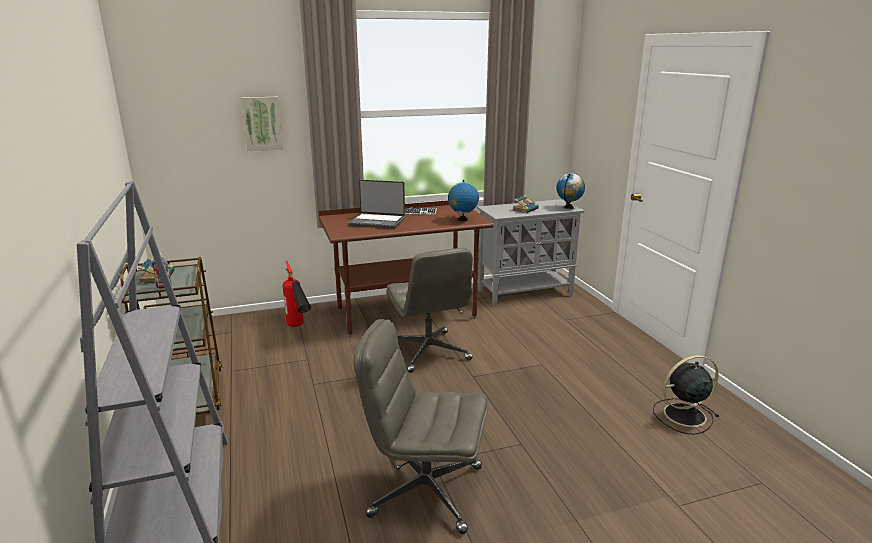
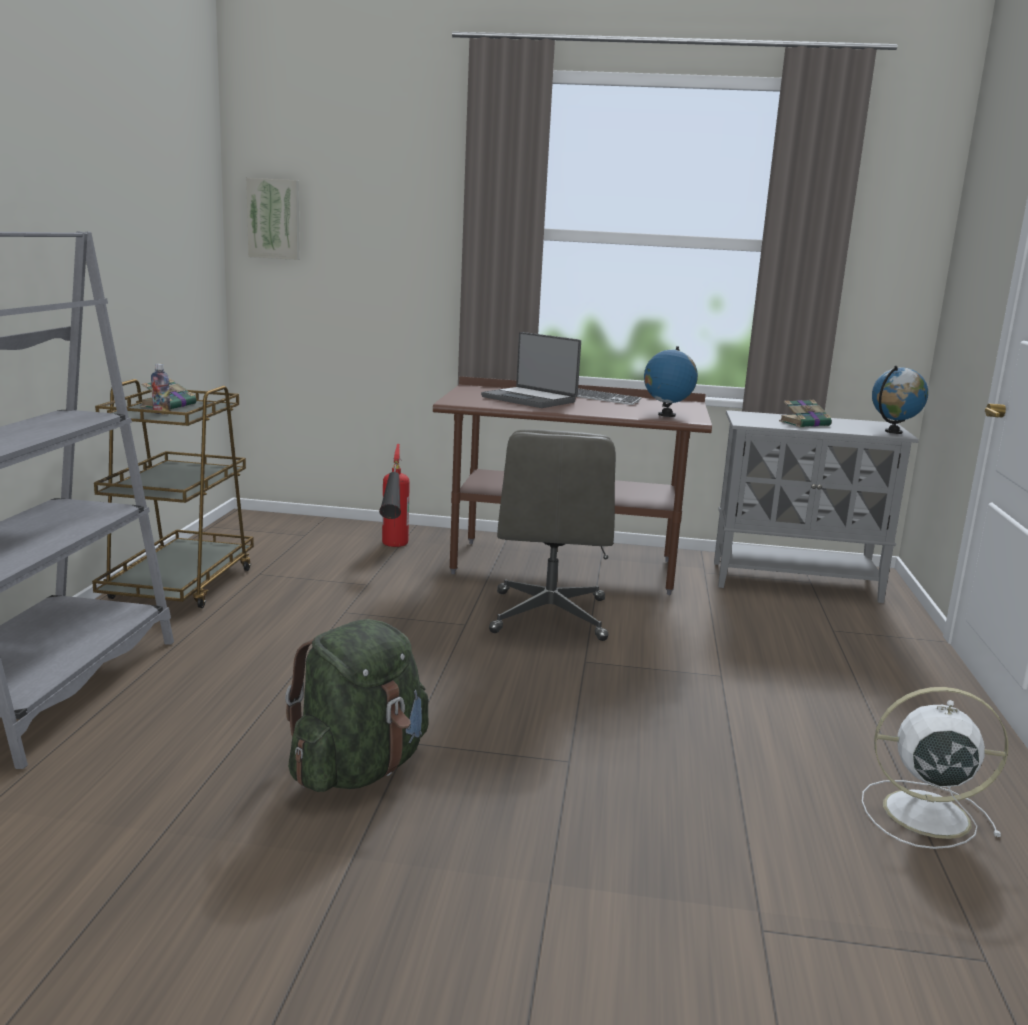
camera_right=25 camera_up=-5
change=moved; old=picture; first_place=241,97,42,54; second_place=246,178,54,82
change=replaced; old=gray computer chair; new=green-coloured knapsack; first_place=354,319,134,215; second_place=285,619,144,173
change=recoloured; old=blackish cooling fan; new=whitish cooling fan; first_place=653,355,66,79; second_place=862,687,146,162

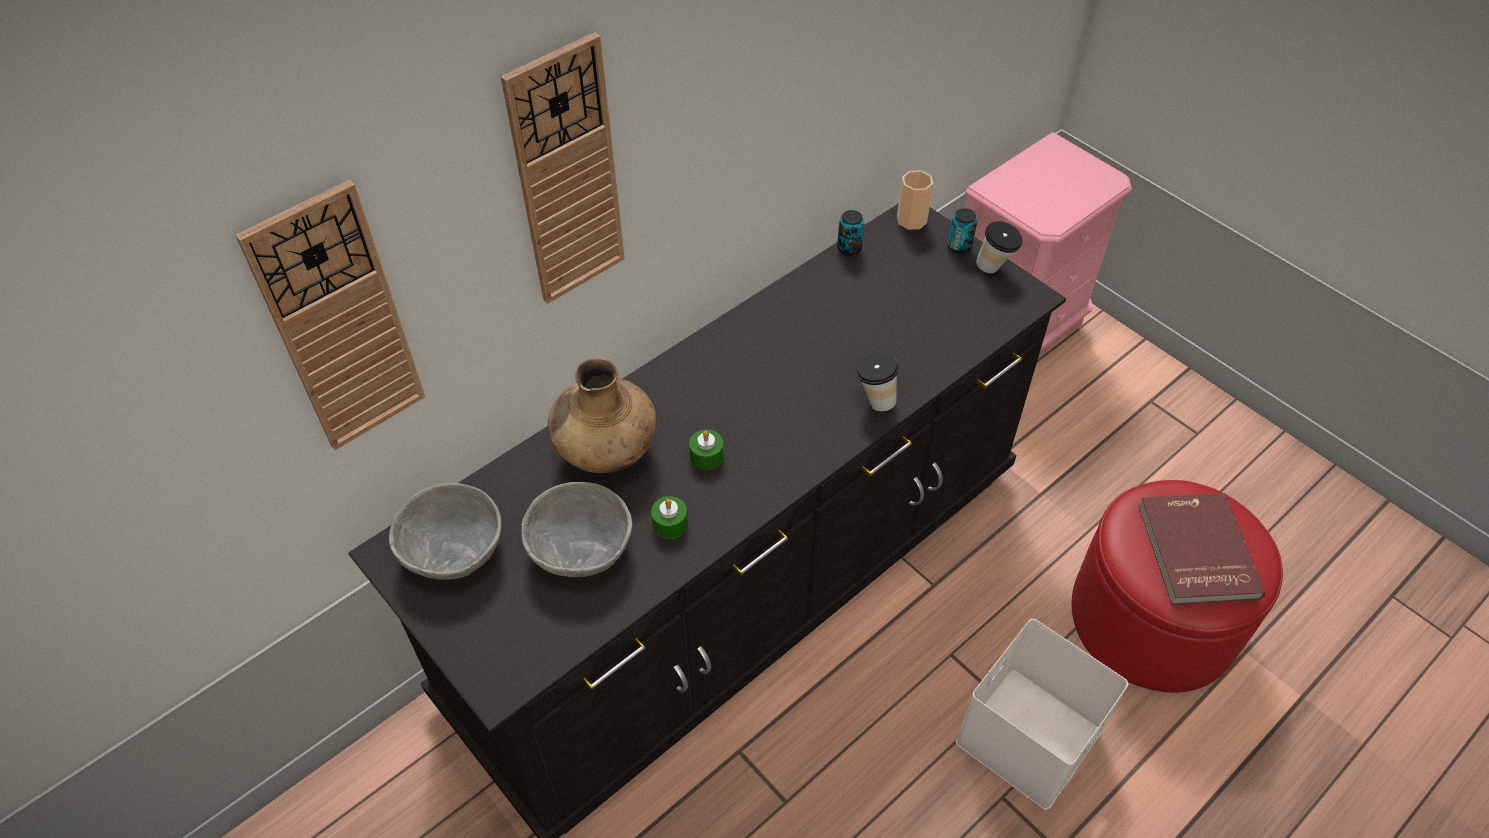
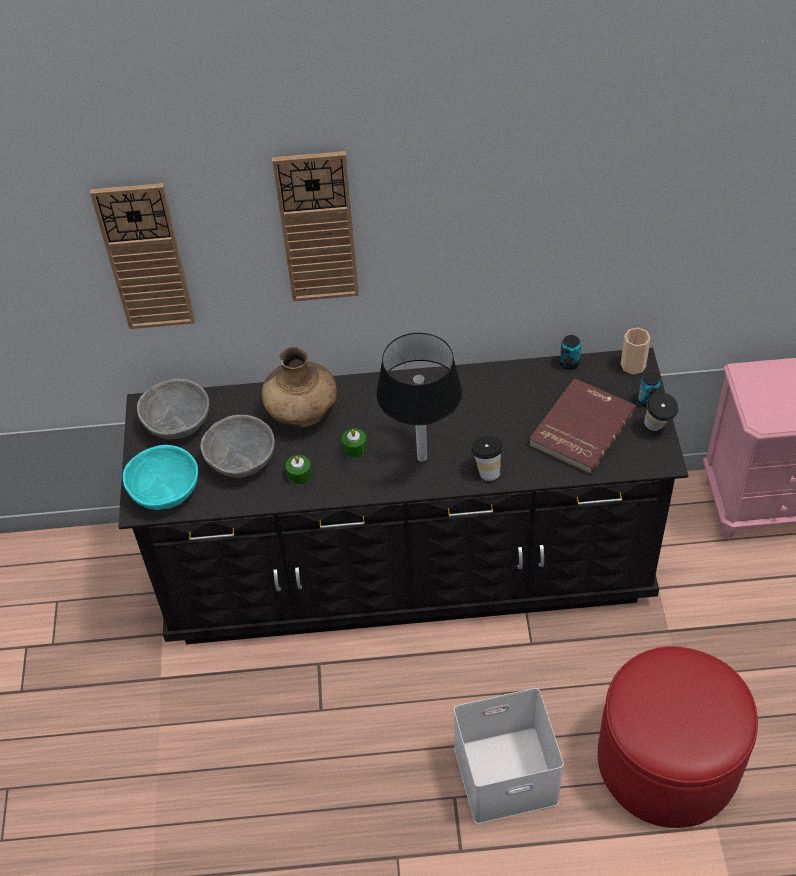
camera_right=40 camera_up=0
change=moved; old=reddish volume; first_place=1138,493,127,112; second_place=529,378,107,96
change=added; new=blackish tabletop lamp; second_place=376,332,86,130
change=added; new=turquoise serving bowl; second_place=123,445,75,65

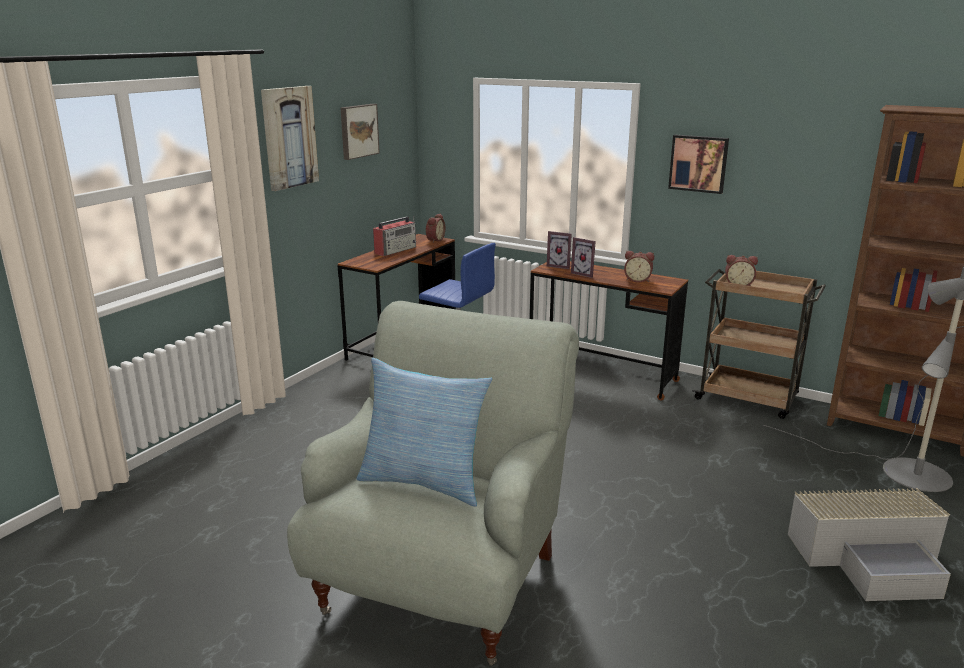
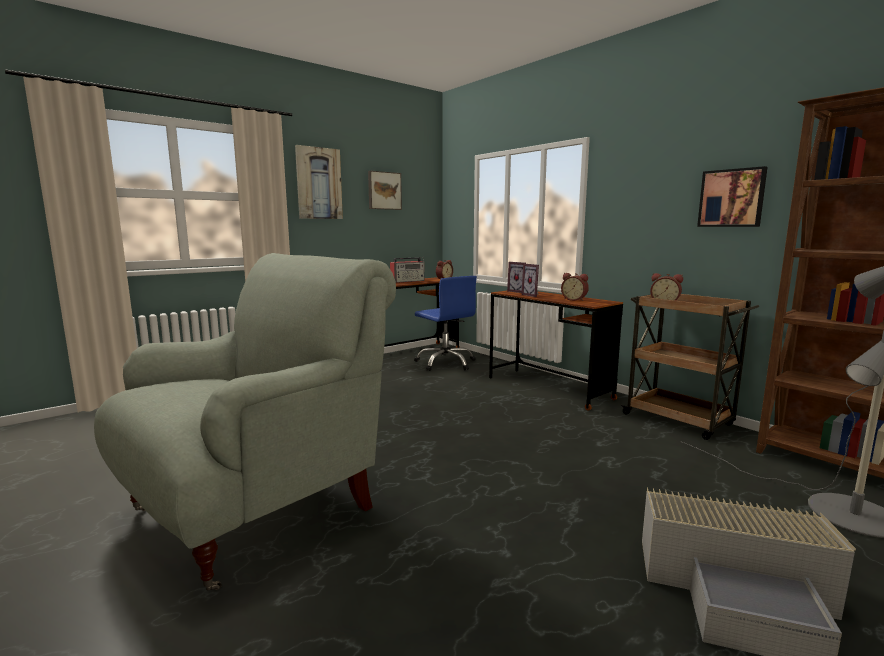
camera_right=20 camera_up=-10
change=moved; old=picture; first_place=668,135,61,59; second_place=697,166,71,61
change=removed; old=cushion; first_place=356,358,136,149

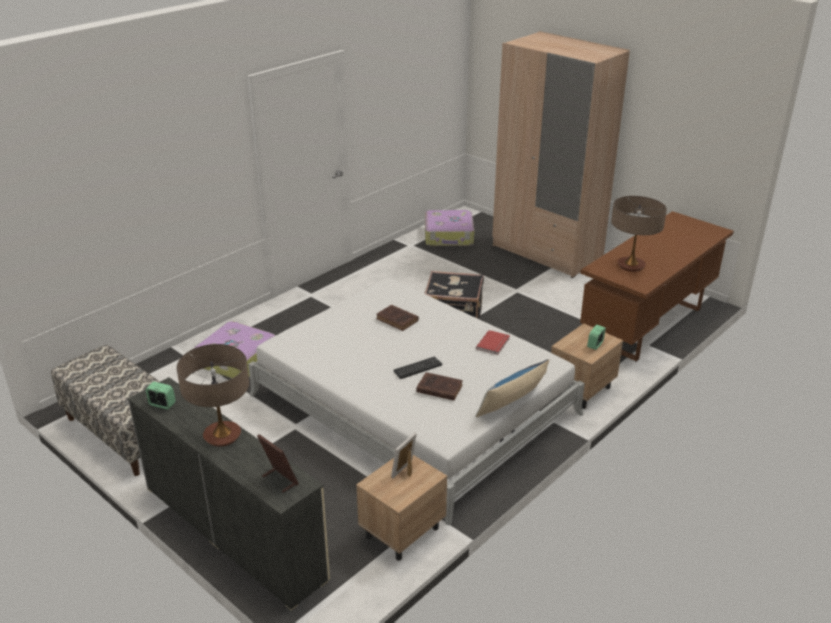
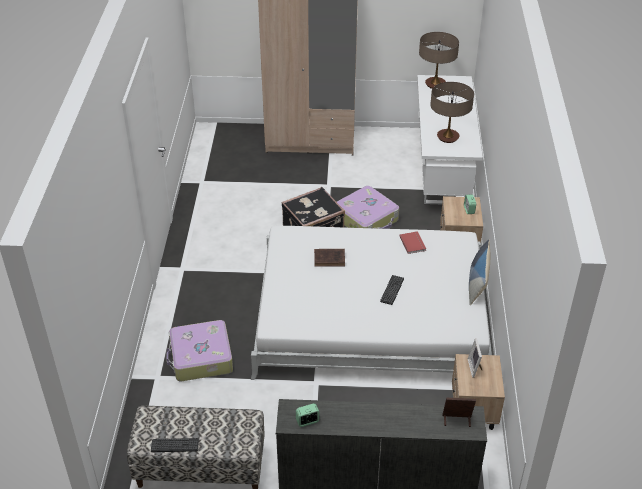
camera_right=-40 camera_up=10
change=moved; old=suitcase; first_place=425,210,49,36; second_place=337,186,62,43
change=recoloured; old=brown desk; new=whitish desk; first_place=580,211,154,150; second_place=417,75,66,129
change=moved; old=tabletop lamp; first_place=177,344,72,103; second_place=419,32,40,57
change=removed; old=brown volume; first_place=416,372,47,28
change=added; new=keyboard; second_place=151,438,48,14

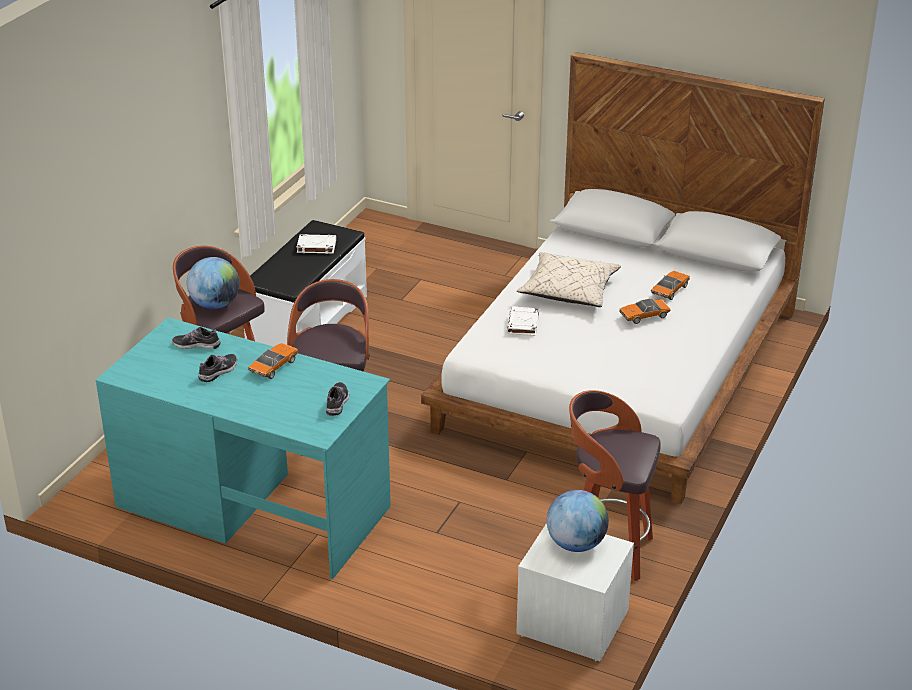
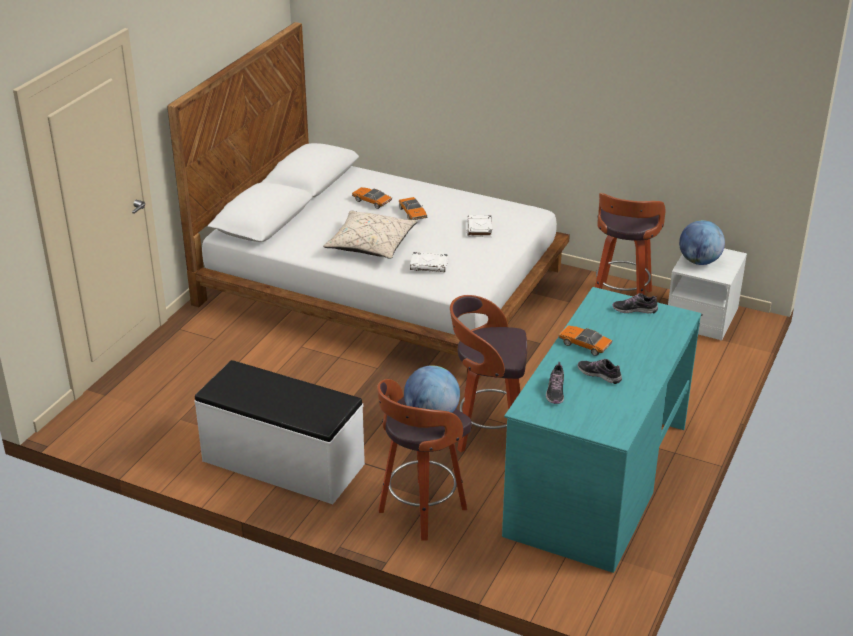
camera_right=-90 camera_up=0
change=moved; old=whitish volume; first_place=297,234,39,20; second_place=467,215,25,22

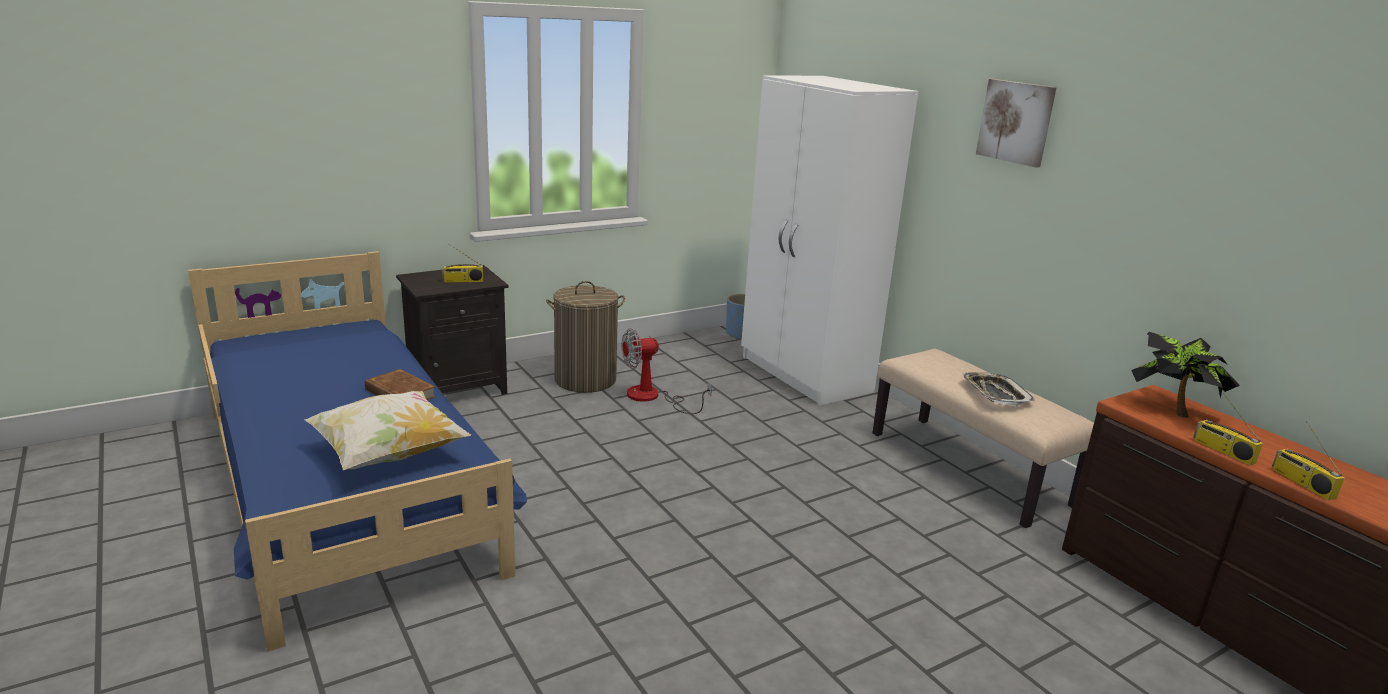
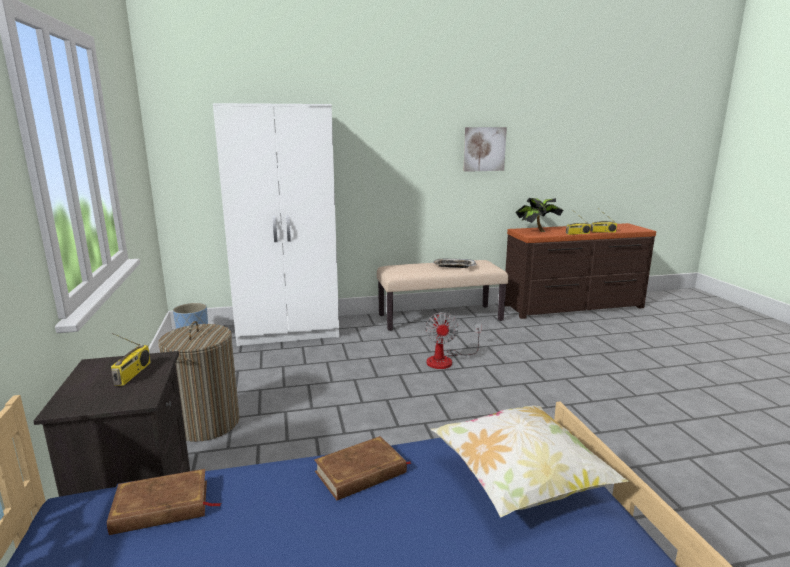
camera_right=-70 camera_up=-5
change=moved; old=picture; first_place=976,79,81,88; second_place=463,127,44,45
change=moved; old=cooling fan; first_place=622,328,90,86; second_place=425,312,57,57
change=added; new=brown volume; second_place=107,469,114,66

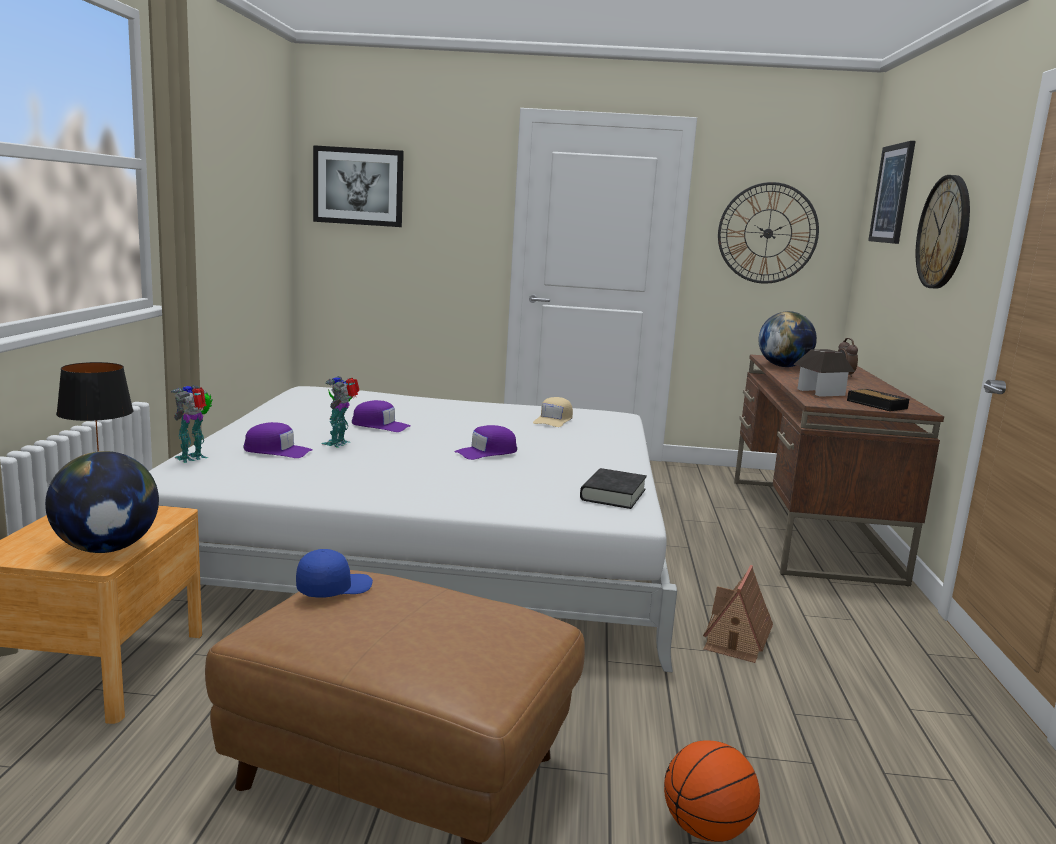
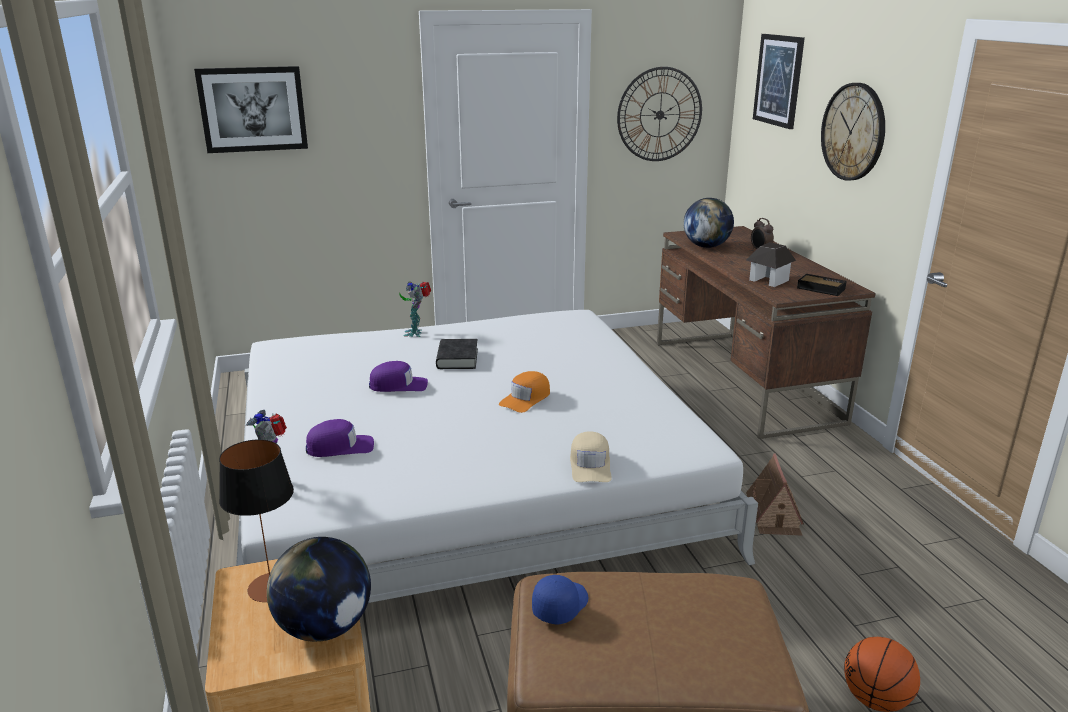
camera_right=-20 camera_up=10
change=moved; old=toy robot; first_place=322,376,38,72; second_place=399,281,32,56
change=moved; old=beige baseball cap; first_place=533,397,40,30; second_place=570,431,42,51
change=recoloured; old=purple-coloured baseball cap; new=orange-coloured baseball cap; first_place=455,425,62,35; second_place=499,371,51,42
change=moved; old=blackish volume; first_place=580,468,67,41; second_place=436,339,42,30

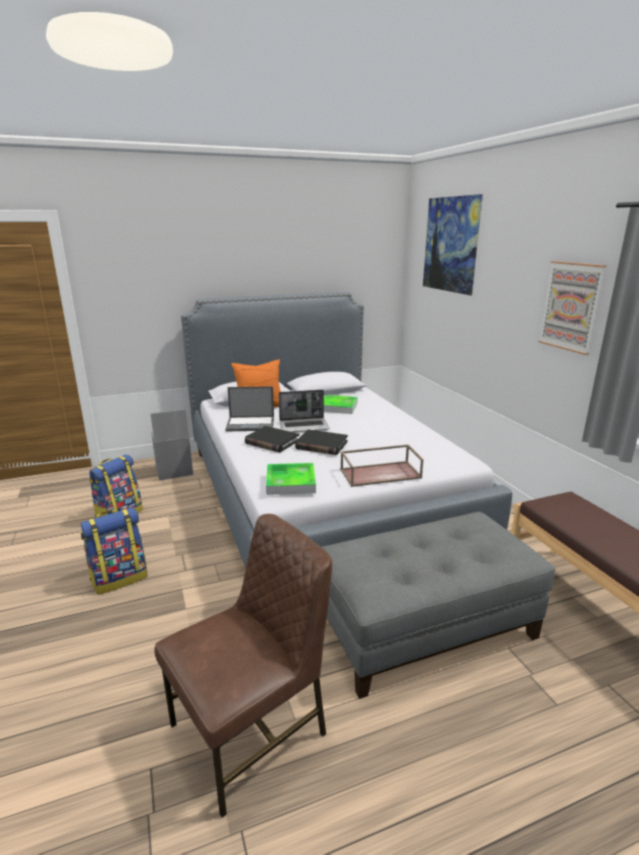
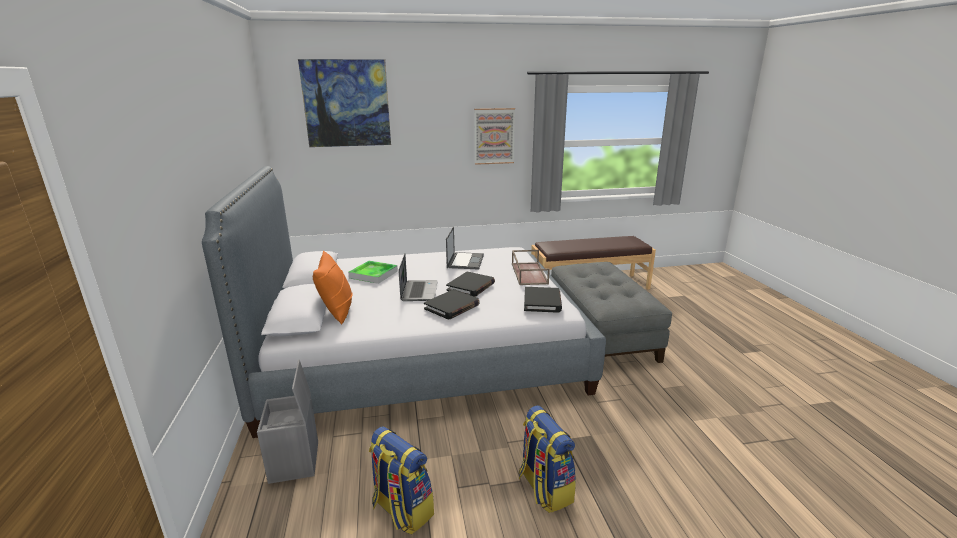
camera_right=-80 camera_up=0
change=moved; old=portable computer; first_place=225,386,49,45; second_place=446,227,38,42
change=replaced; old=serving tray; new=blackish volume; first_place=266,463,50,32; second_place=524,287,38,26
change=removed; old=brown upright chair; first_place=155,514,177,304

